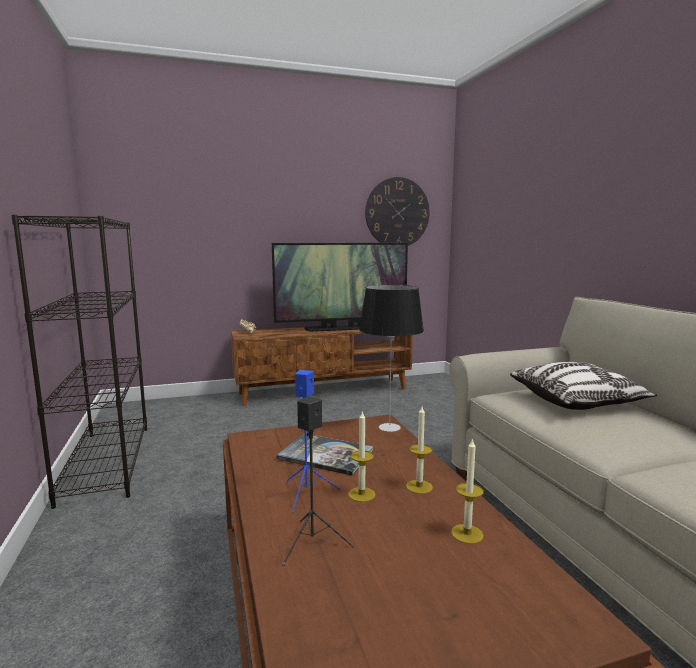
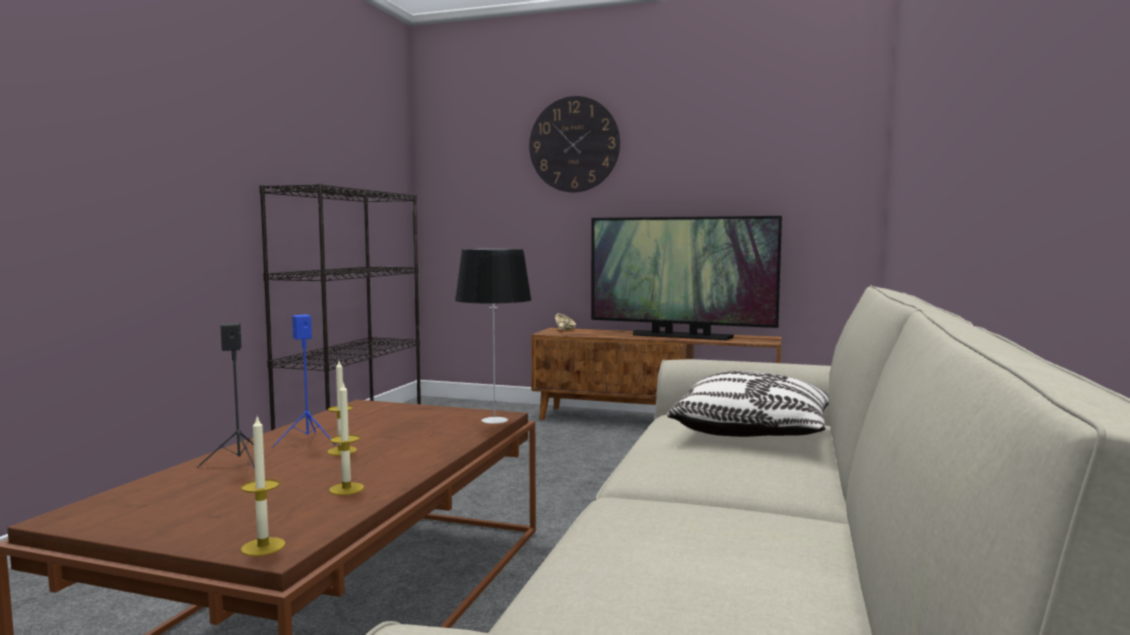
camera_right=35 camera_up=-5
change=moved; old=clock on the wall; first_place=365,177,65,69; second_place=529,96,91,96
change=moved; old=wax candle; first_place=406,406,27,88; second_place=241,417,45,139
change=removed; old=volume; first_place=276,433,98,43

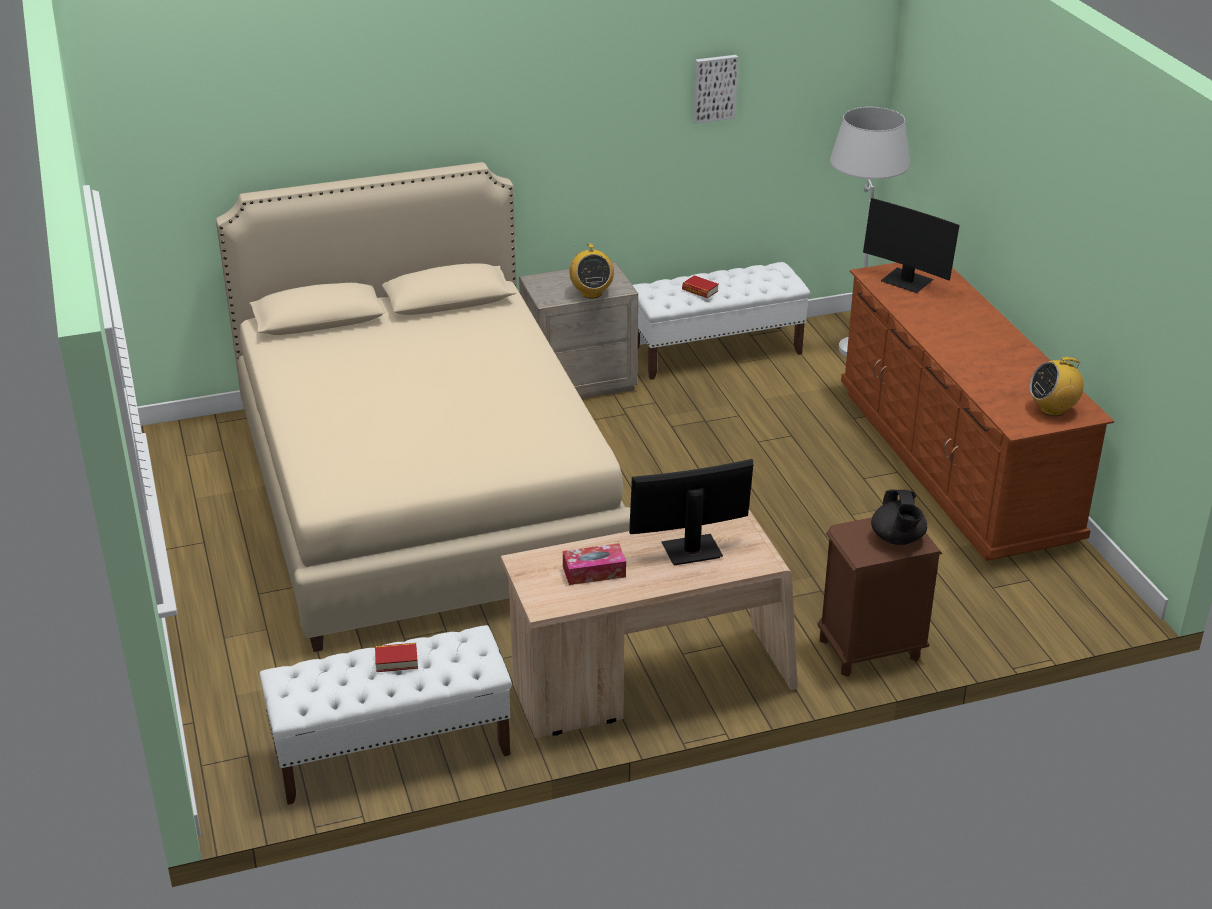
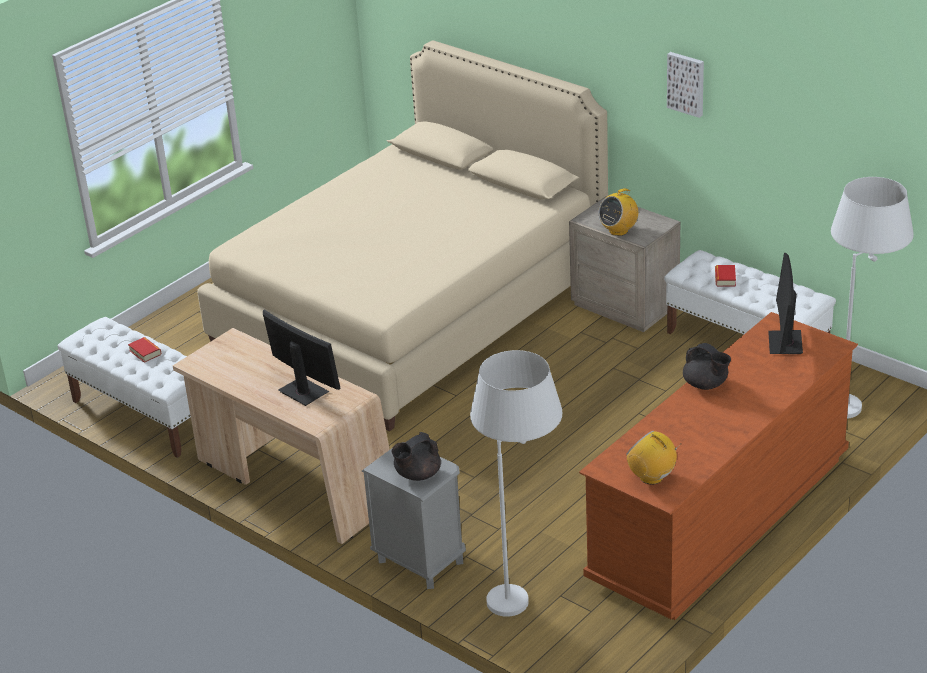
camera_right=60 camera_up=0
change=moved; old=picture; first_place=694,55,44,68; second_place=667,52,37,66
change=recoloured; old=brown night table; new=gray night table; first_place=817,517,125,160; second_place=362,442,104,147
change=removed; old=tissue box; first_place=563,543,63,42
change=added; new=blackish pot for tea; second_place=683,343,48,47
change=added; new=whitish standard lamp; second_place=470,350,92,267

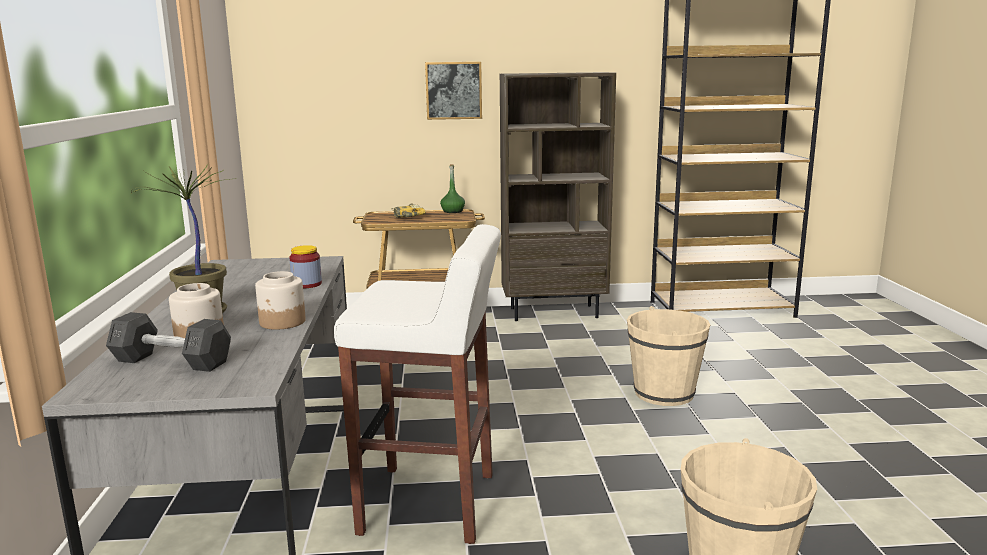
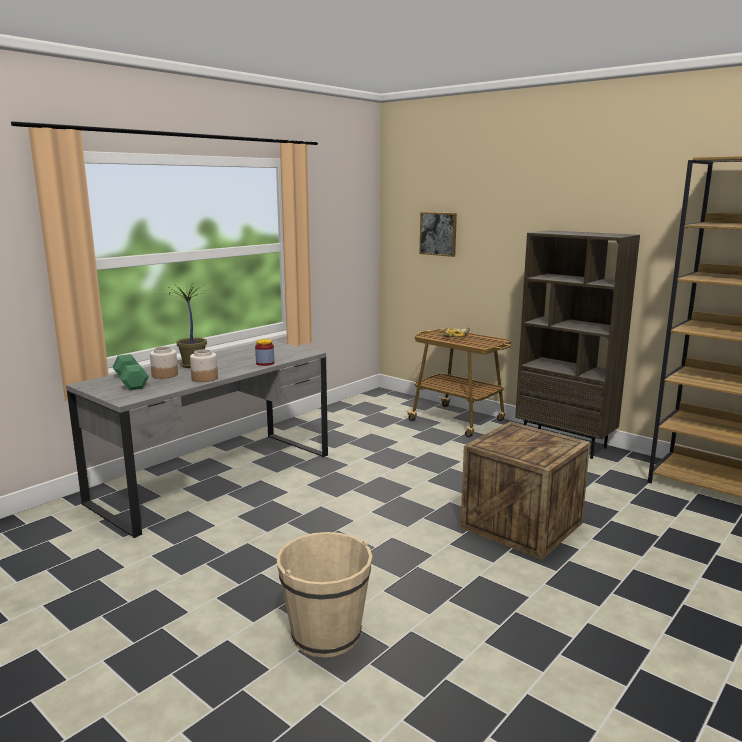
camera_right=45 camera_up=0
change=moved; old=picture; first_place=425,62,57,58; second_place=420,212,37,45
change=removed; old=green-coloured drink bottle; first_place=440,164,25,49
change=removed; old=whitish stool seat; first_place=334,224,167,320
change=replaced; old=beige water bucket; new=crate; first_place=627,306,83,100; second_place=460,422,130,138
change=recoloured; old=gray dumbbell; new=green-coloured dumbbell; first_place=106,312,125,60; second_place=112,354,37,36

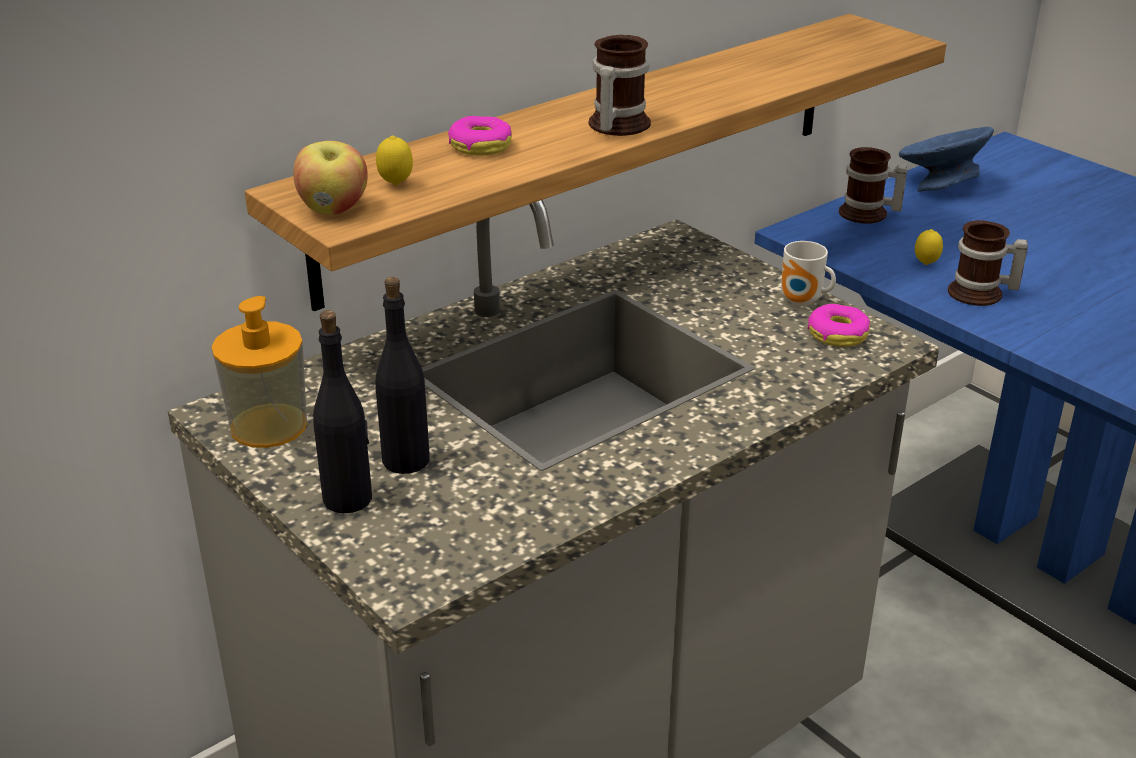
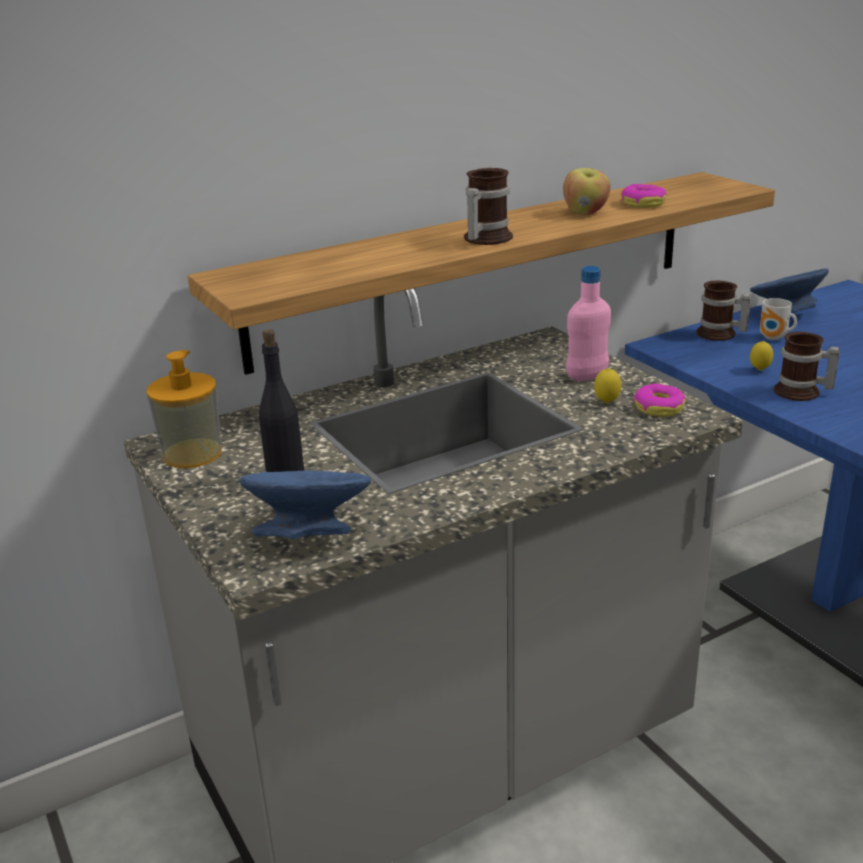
camera_right=10 camera_up=-5
change=moved; old=ring doughnut; first_place=448,116,64,40; second_place=621,184,45,24
change=moved; old=citrus fruit; first_place=376,135,37,51; second_place=594,368,27,35
change=moved; old=apple; first_place=293,141,75,74; second_place=563,168,47,47
change=moved; old=coffee mug; first_place=781,241,55,65; second_place=760,298,37,42
change=removed; old=blackish drink bottle; first_place=313,310,59,204
change=added; new=pink drink bottle; second_place=566,266,45,115
change=added; new=bluish serving bowl; second_place=239,470,132,69

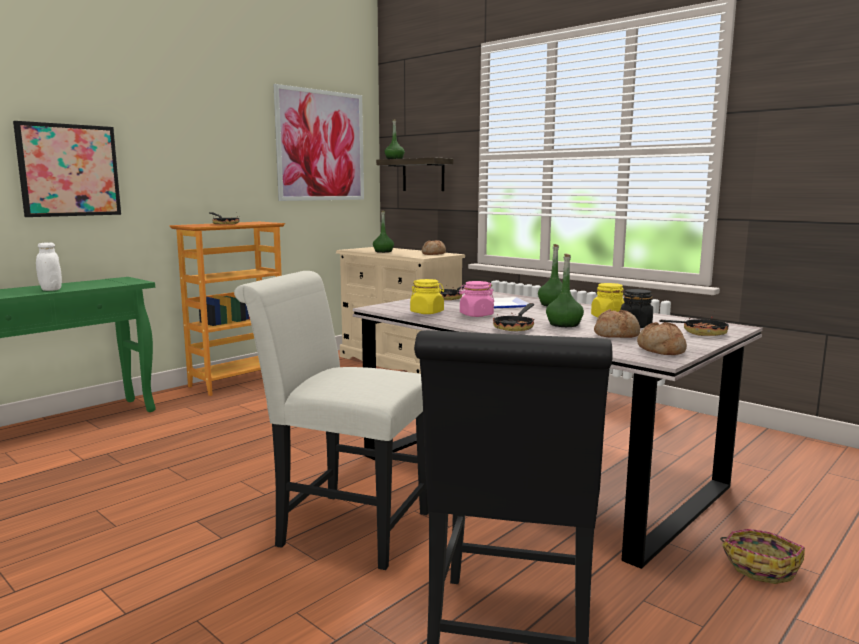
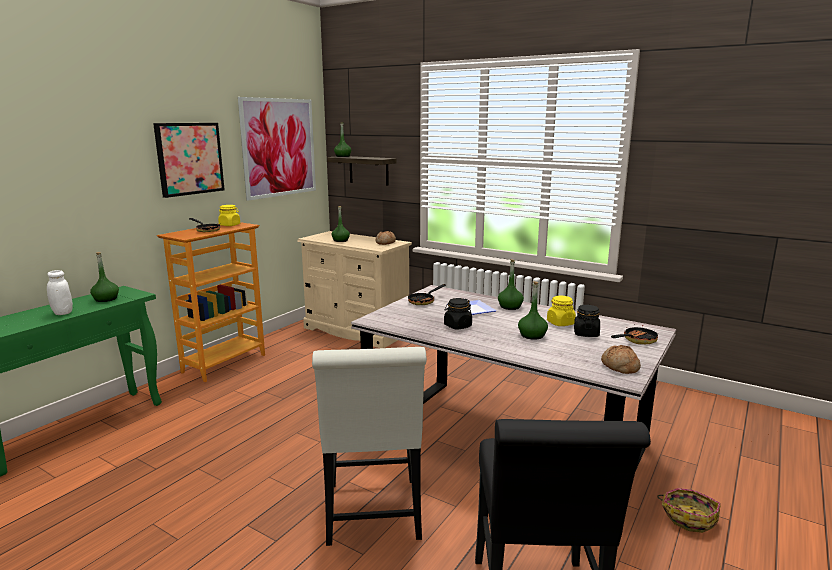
camera_right=-10 camera_up=5
change=moved; old=picture; first_place=13,121,108,96; second_place=153,123,72,75
change=turned; old=whitish upright chair; first_place=234,271,195,299; second_place=312,347,115,199; degrees=-105
change=moved; old=yellow-coloured preserve jar; first_place=410,279,34,35; second_place=218,205,22,21
change=recoloured; old=pink preserve jar; new=blackish preserve jar; first_place=459,281,35,36; second_place=444,298,28,32
change=removed; old=frying pan; first_place=493,303,41,28
change=removed; old=bread; first_place=594,309,46,29
change=added; new=green-coloured drink bottle; second_place=90,252,29,50

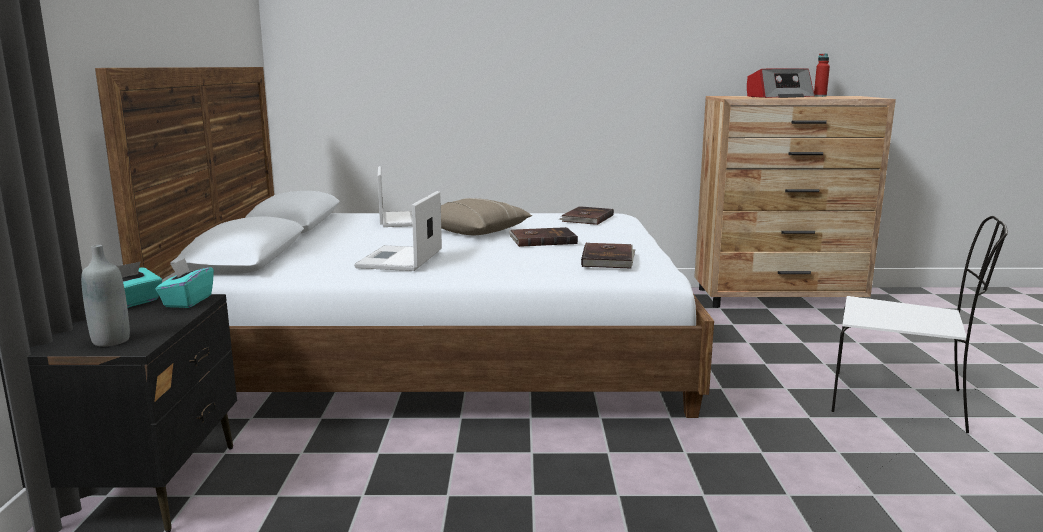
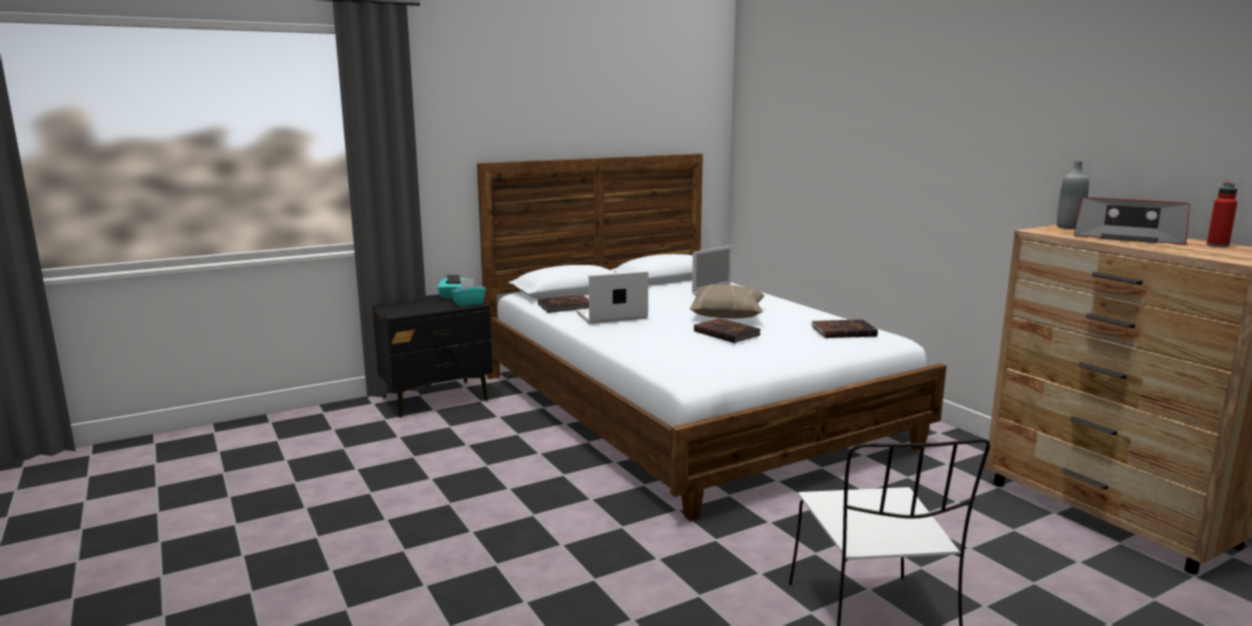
camera_right=60 camera_up=0
change=moved; old=brown volume; first_place=581,243,54,25; second_place=538,295,51,18
change=moved; old=gray drink bottle; first_place=81,245,49,102; second_place=1057,161,32,68

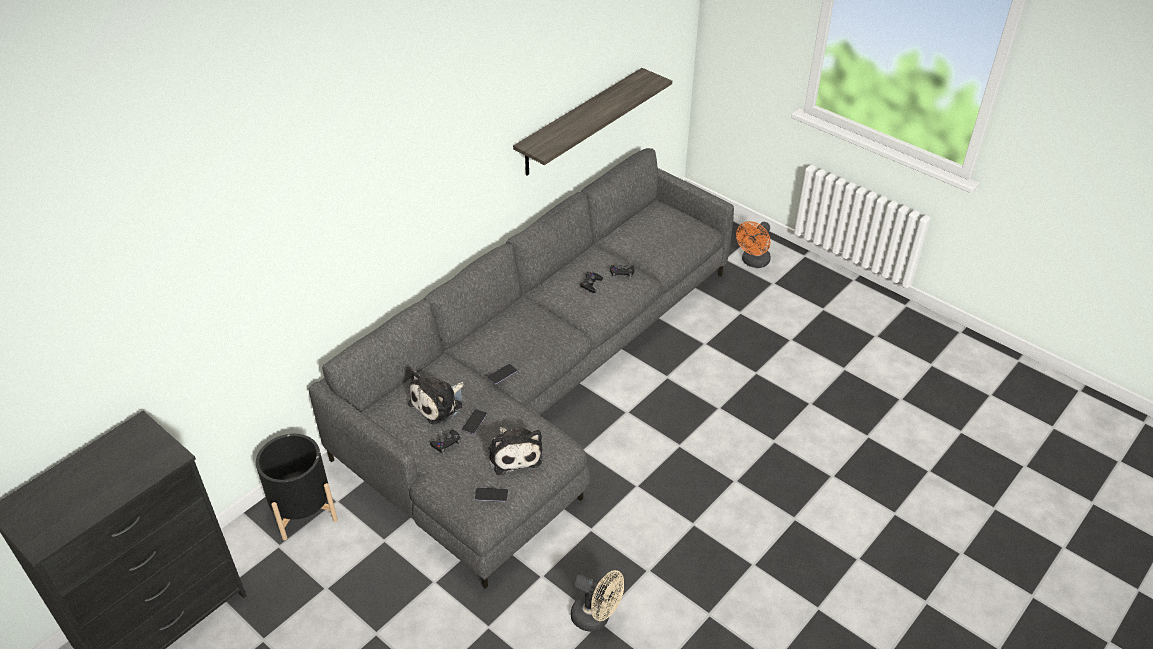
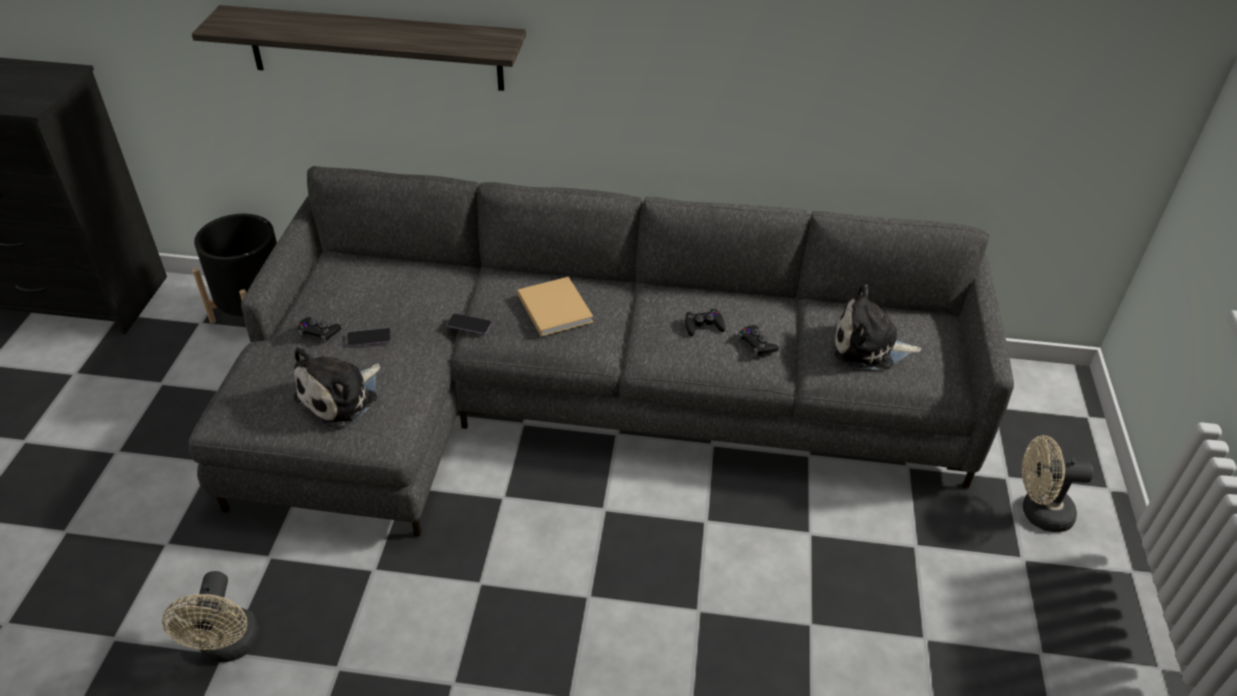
camera_right=55 camera_up=0
change=moved; old=shelf; first_place=513,68,159,108; second_place=192,5,334,86
change=recoloured; old=orange-coloured cooling fan; new=beige cooling fan; first_place=736,221,35,47; second_place=1022,435,72,97
change=moved; old=plush toy; first_place=408,371,56,54; second_place=834,284,87,86
change=removed; old=handset; first_place=475,487,33,15
change=added; new=beige volume; second_place=518,277,75,60

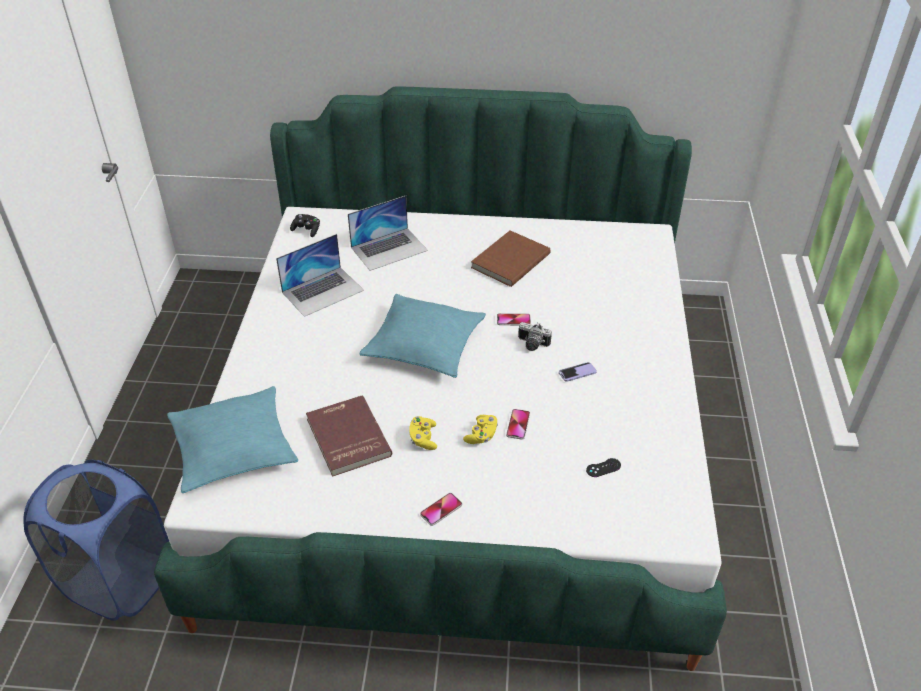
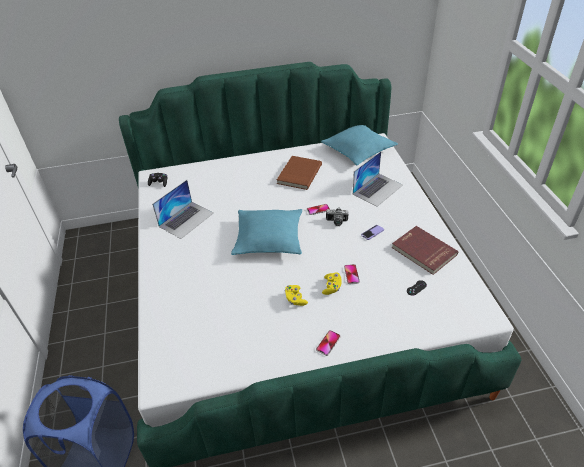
camera_right=-15 camera_up=0
change=moved; old=portable computer; first_place=348,196,80,75; second_place=353,152,50,55
change=moved; old=turquoise cushion; first_place=167,386,131,107; second_place=321,125,77,41
change=moved; old=reddish volume; first_place=306,396,86,81; second_place=392,226,66,49

